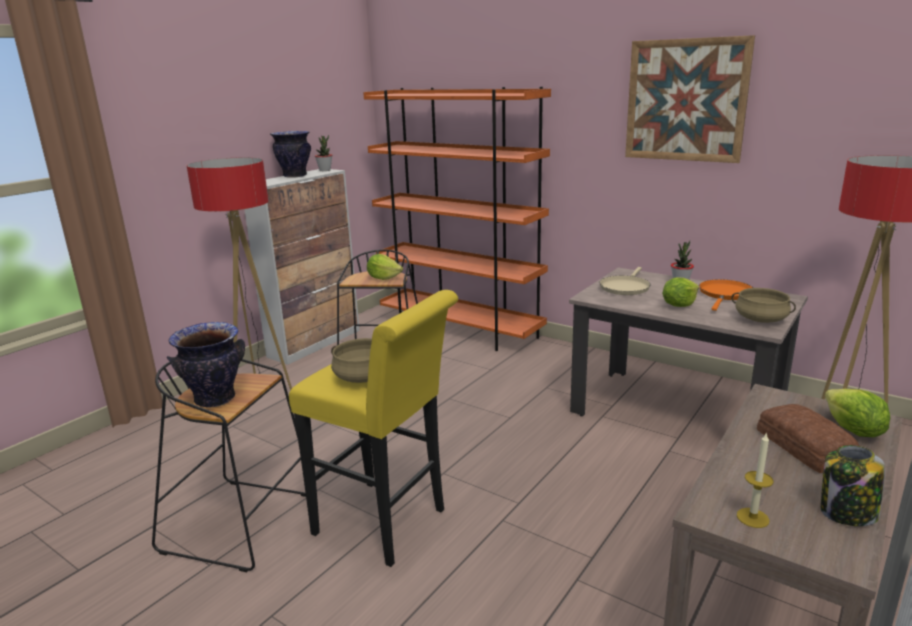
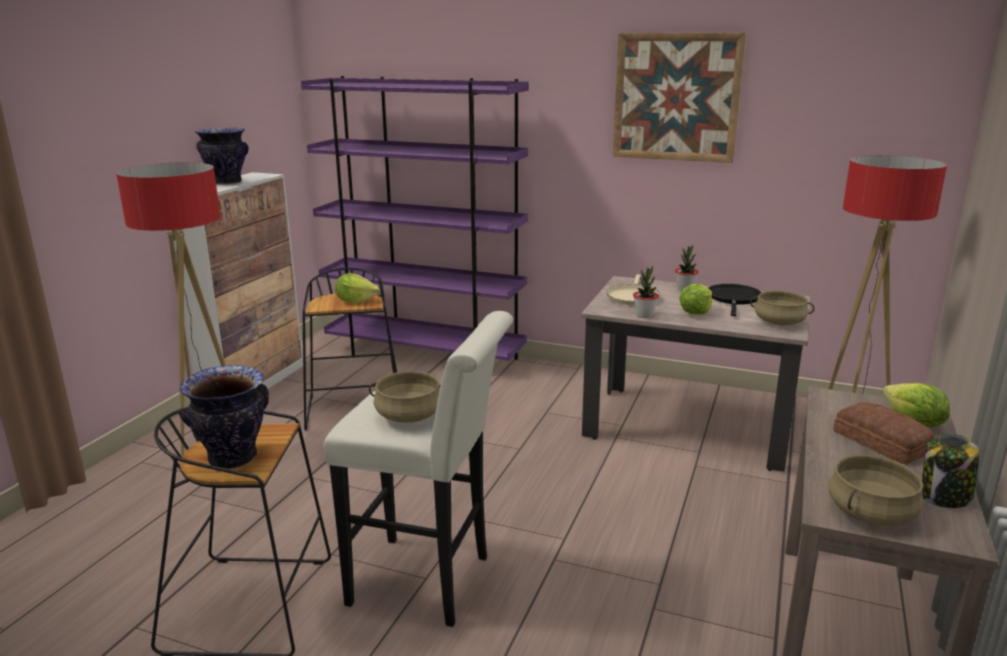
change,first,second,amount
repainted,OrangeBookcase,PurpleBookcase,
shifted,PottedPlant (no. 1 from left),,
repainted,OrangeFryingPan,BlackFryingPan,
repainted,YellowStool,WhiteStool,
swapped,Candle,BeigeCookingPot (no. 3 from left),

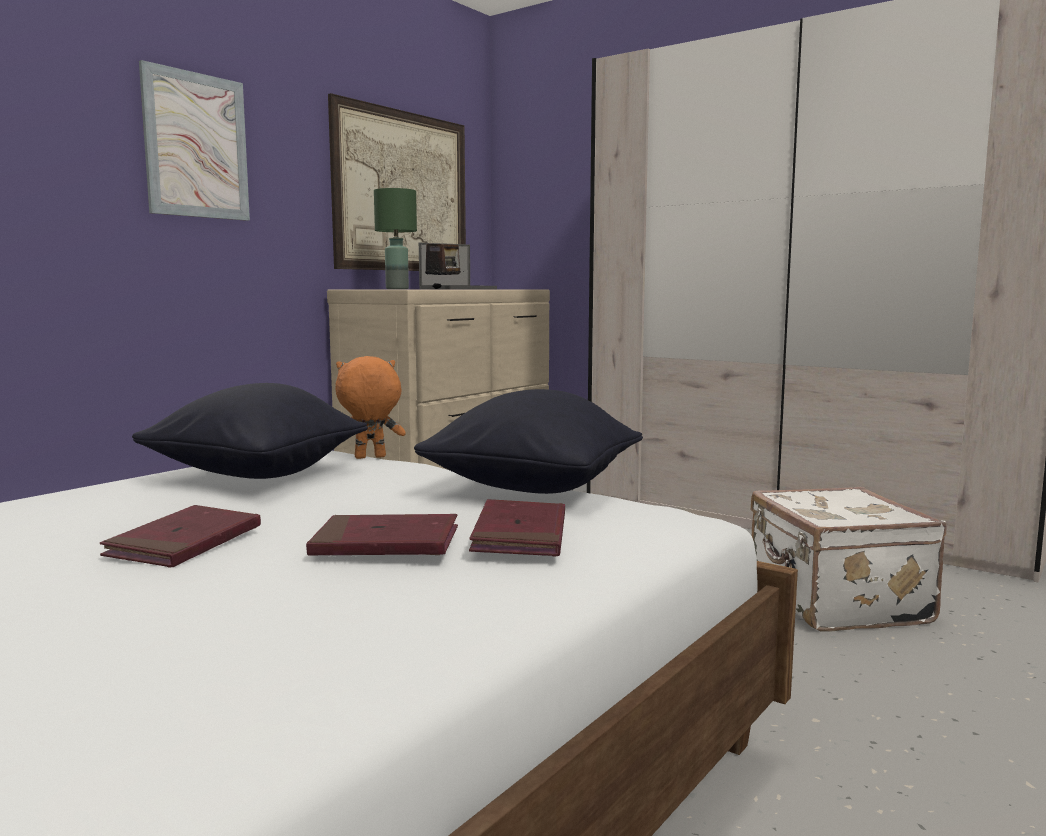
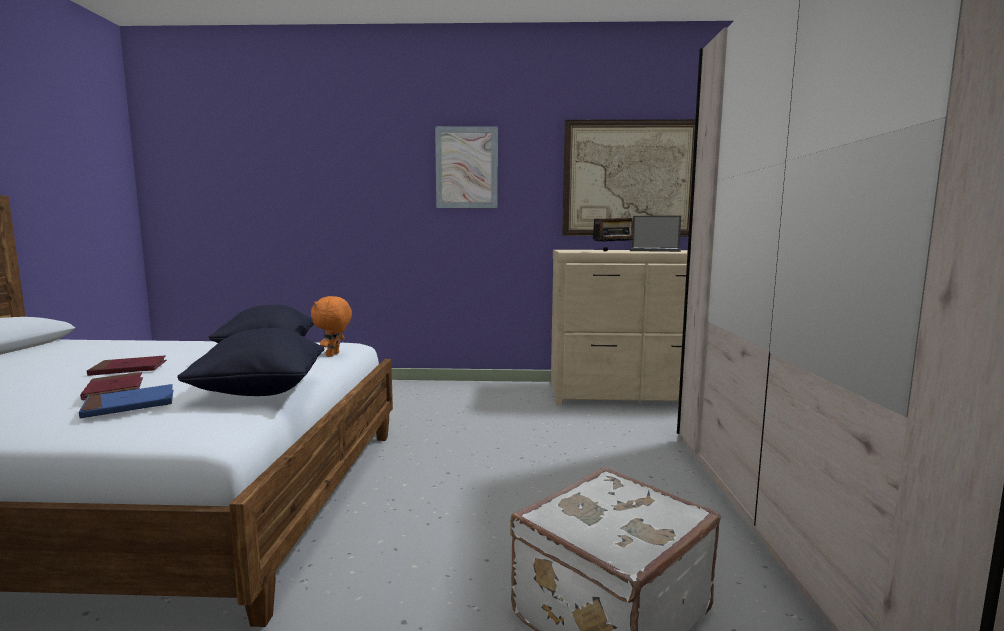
change,first,second,amount
gone,GreenTableLamp,,
rotated,OrangePlushToy,,120 degrees counterclockwise
repainted,RedBook (no. 3 from left),BlueBook,

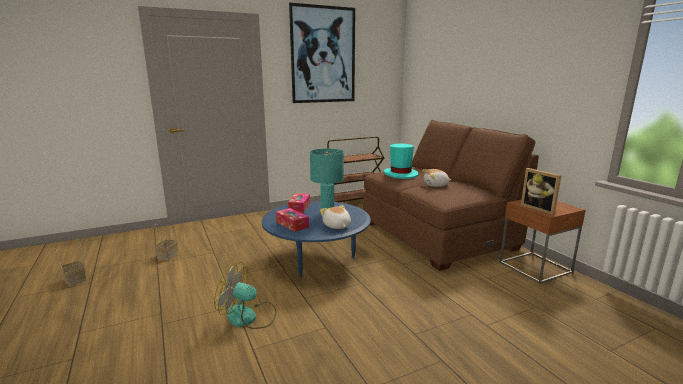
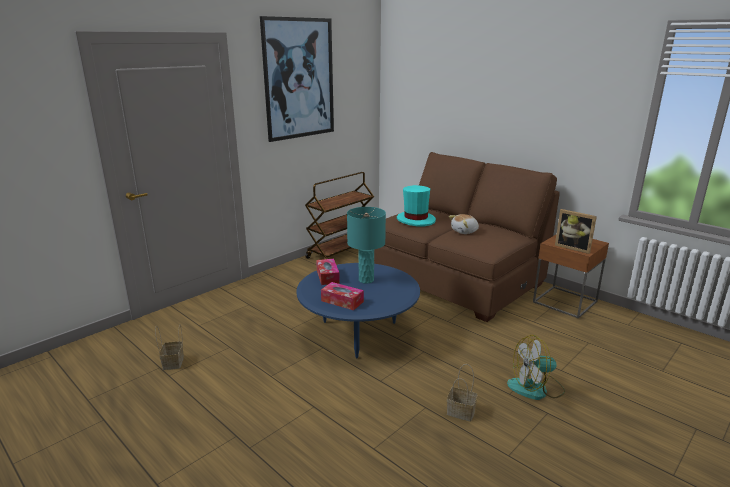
change,first,second,amount
gone,PlushToy (no. 1 from left),,
shifted,Basket (no. 1 from left in the first image),Basket (no. 2 from left),
shifted,Fan,,

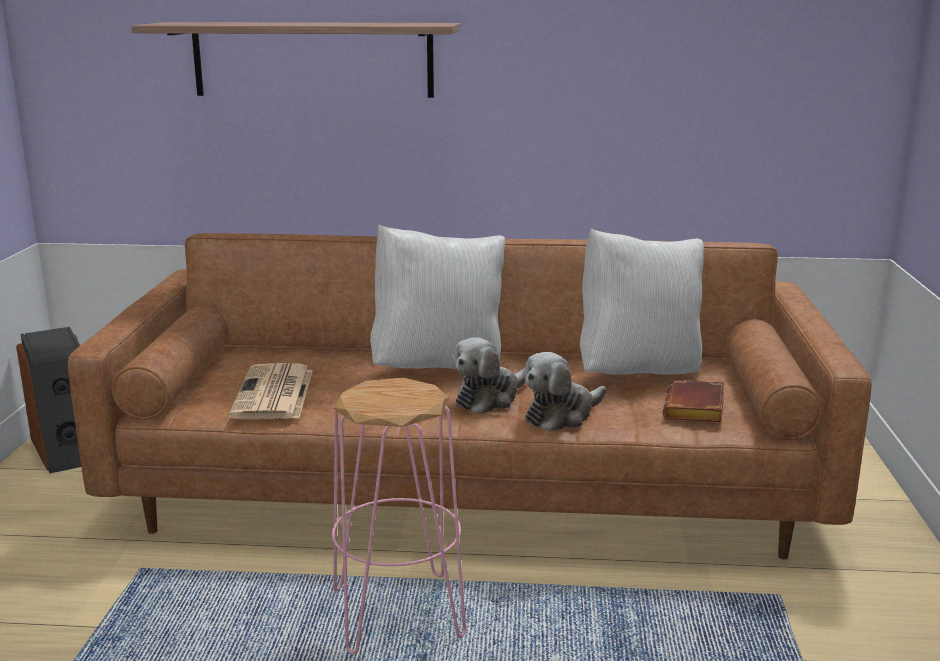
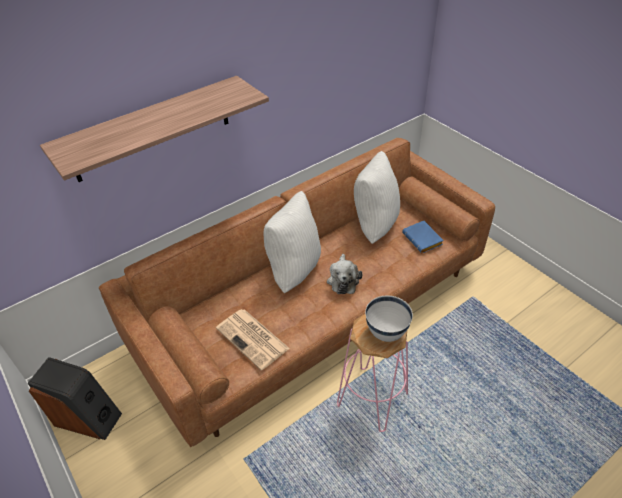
change,first,second,amount
gone,PlushToy (no. 2 from left),,
repainted,BrownBook,BlueBook,
new,,WhiteBowl,

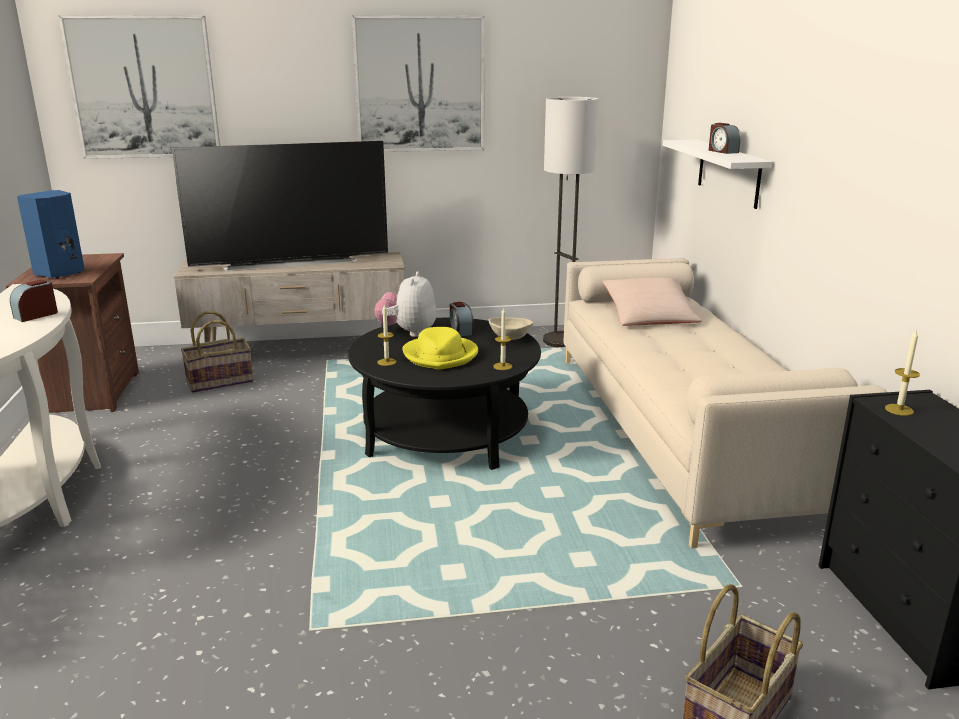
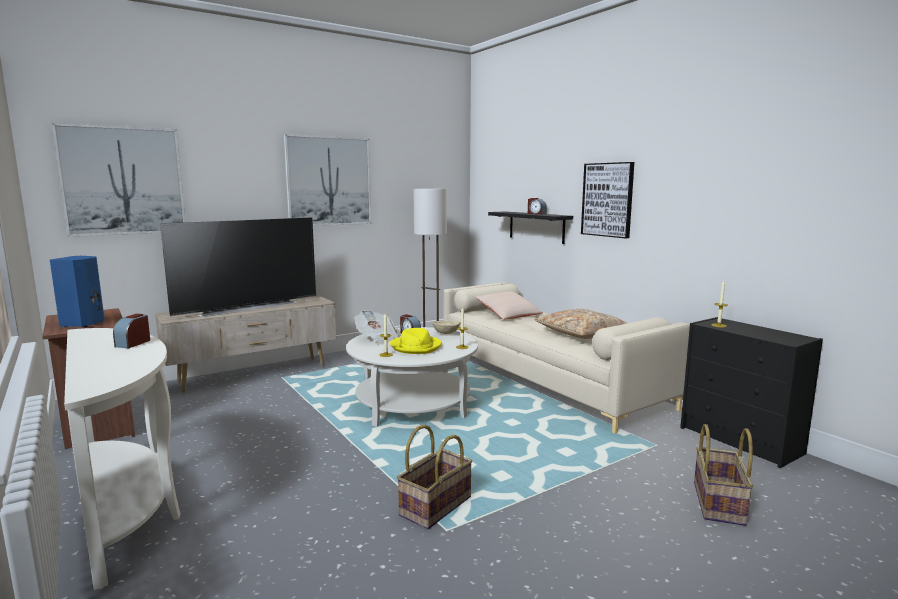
change,first,second,amount
repainted,WhiteShelf,BlackShelf,
swapped,PlushToy,Newspaper,
shifted,Basket (no. 1 from left),,
repainted,BlackCoffeeTable,WhiteCoffeeTable,
new,,Picture (no. 3 from left),
new,,BeigePillow (no. 2 from left),

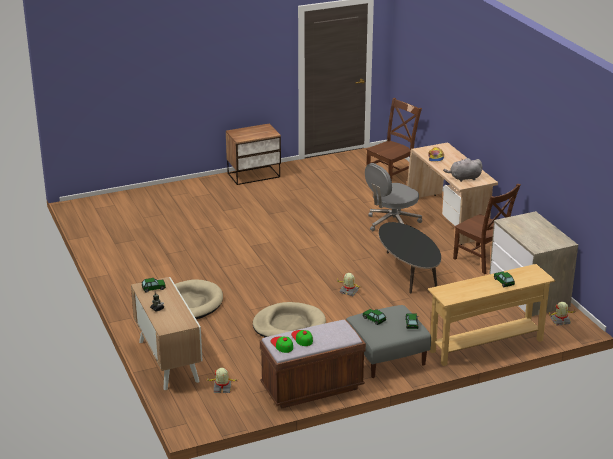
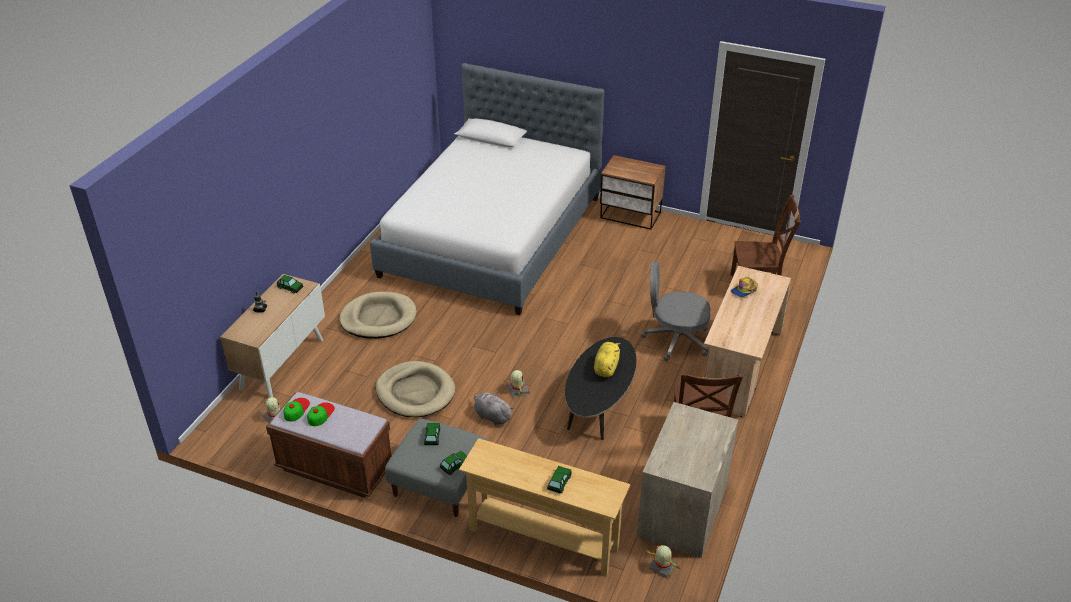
change,first,second,amount
shifted,GreyPlushToy,,
new,,Bed,
new,,YellowPlushToy,

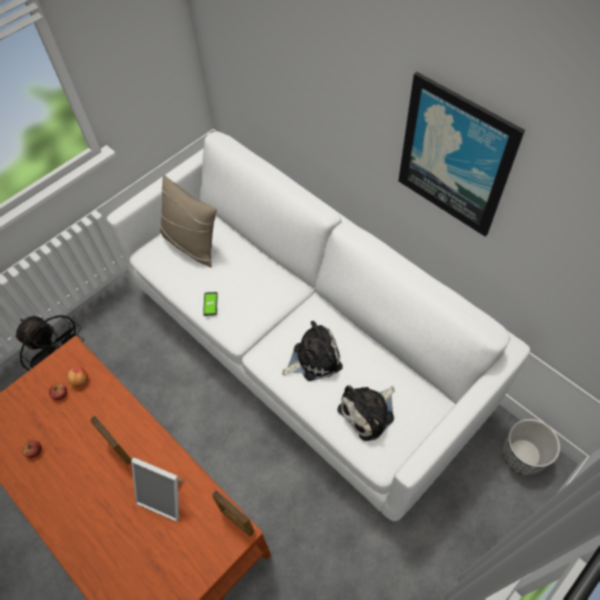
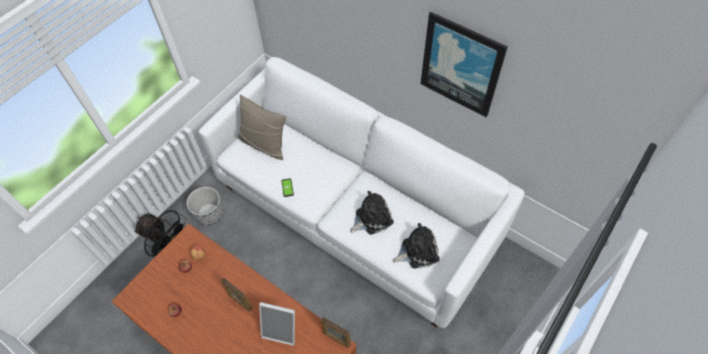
change,first,second,amount
rotated,PlushToy (no. 2 from left),,150 degrees counterclockwise
shifted,Planter,,

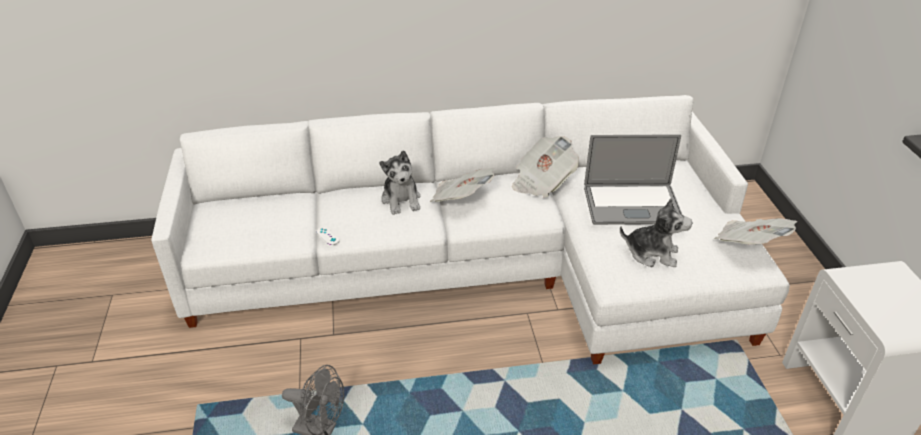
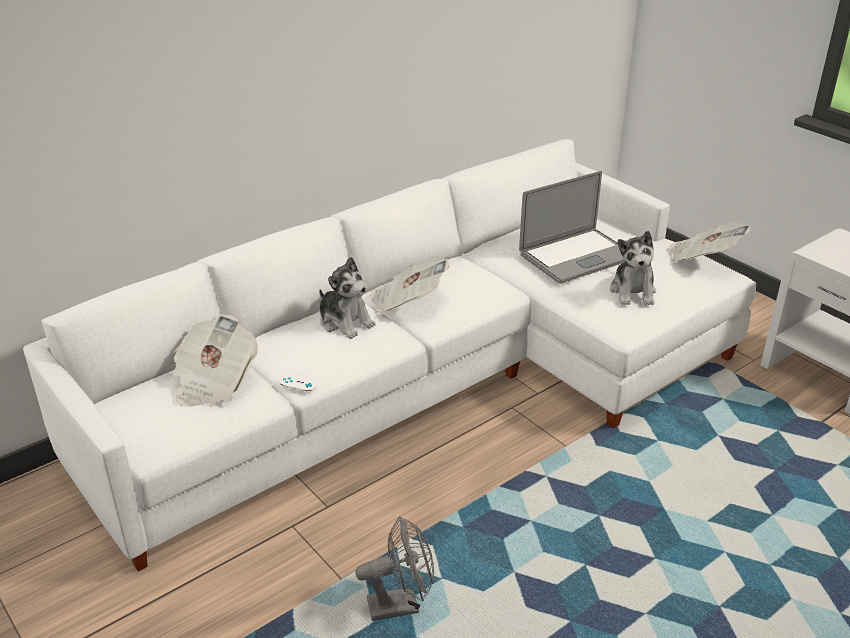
change,first,second,amount
shifted,Newspaper (no. 2 from left in the first image),Newspaper (no. 1 from left),
rotated,PlushToy (no. 2 from left),,105 degrees clockwise

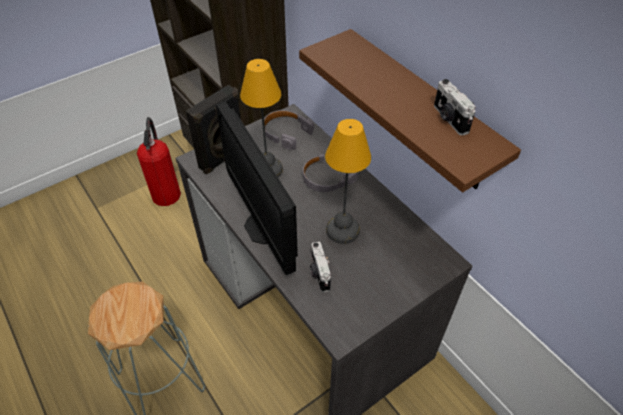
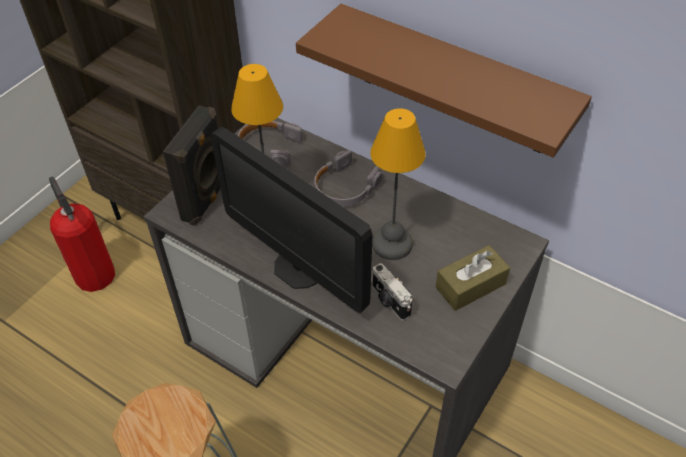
change,first,second,amount
gone,PhotoCamera (no. 2 from left),,
new,,BrownTissueBox,

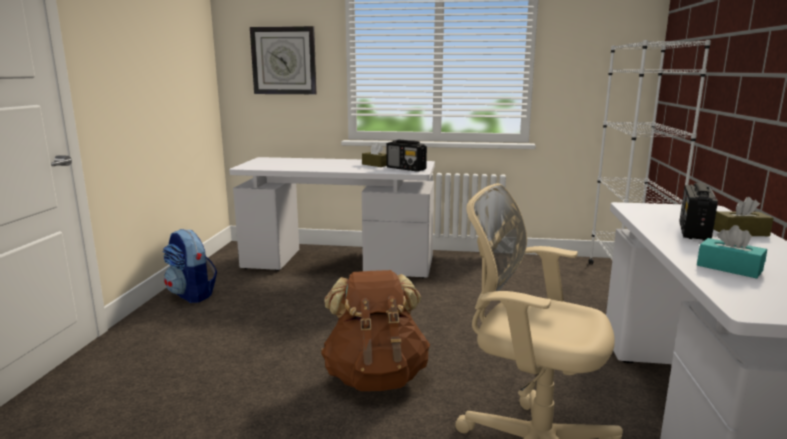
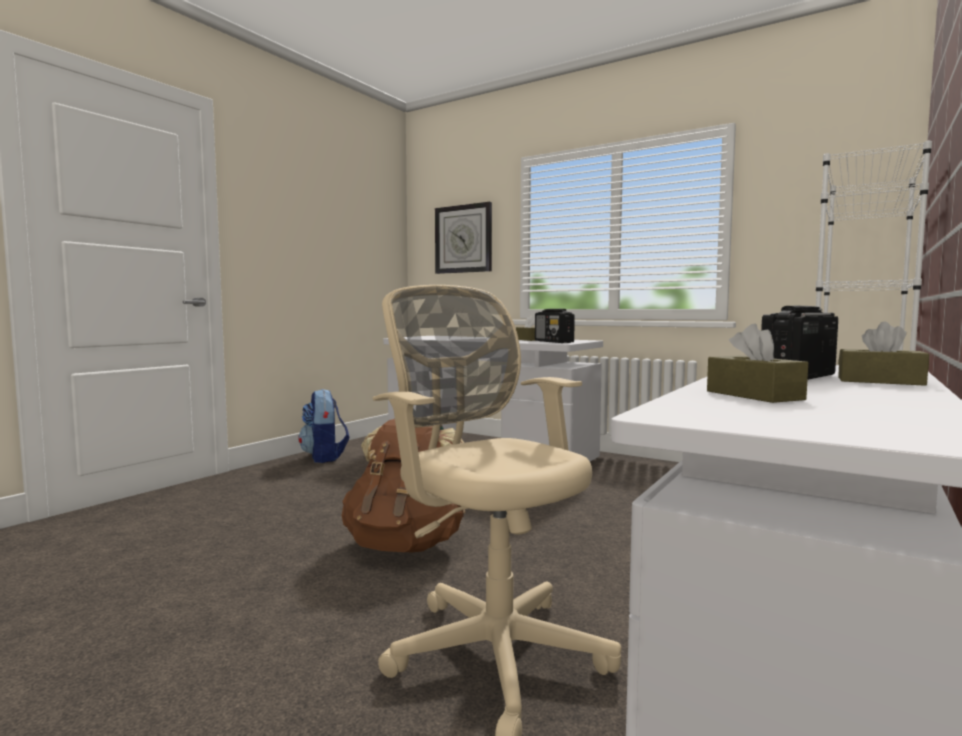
change,first,second,amount
repainted,TurquoiseTissueBox,BrownTissueBox (no. 2 from left),

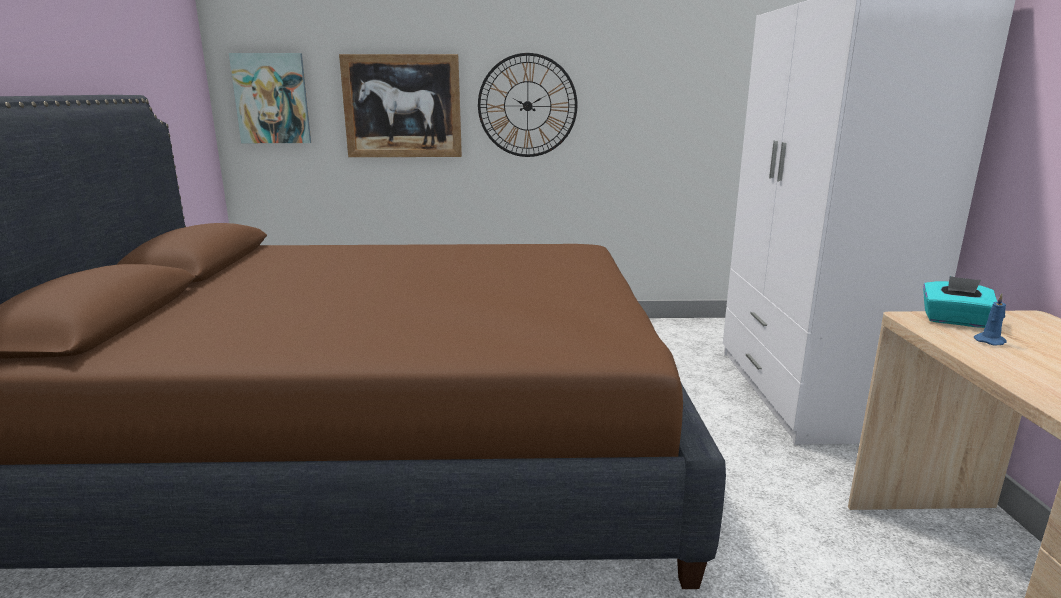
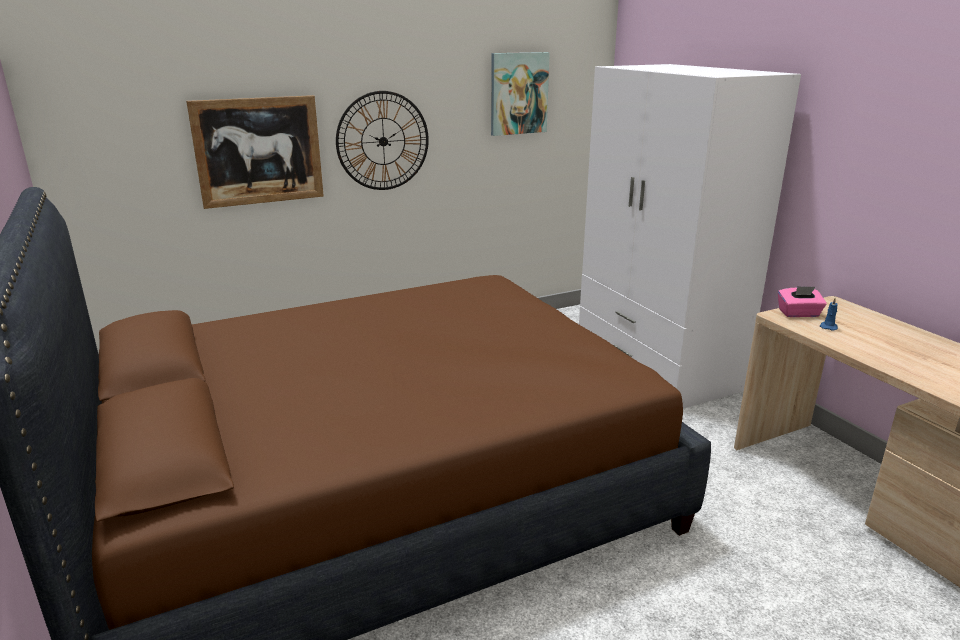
change,first,second,amount
shifted,Picture (no. 1 from left in the first image),Picture (no. 2 from left),
repainted,TurquoiseTissueBox,PinkTissueBox,

